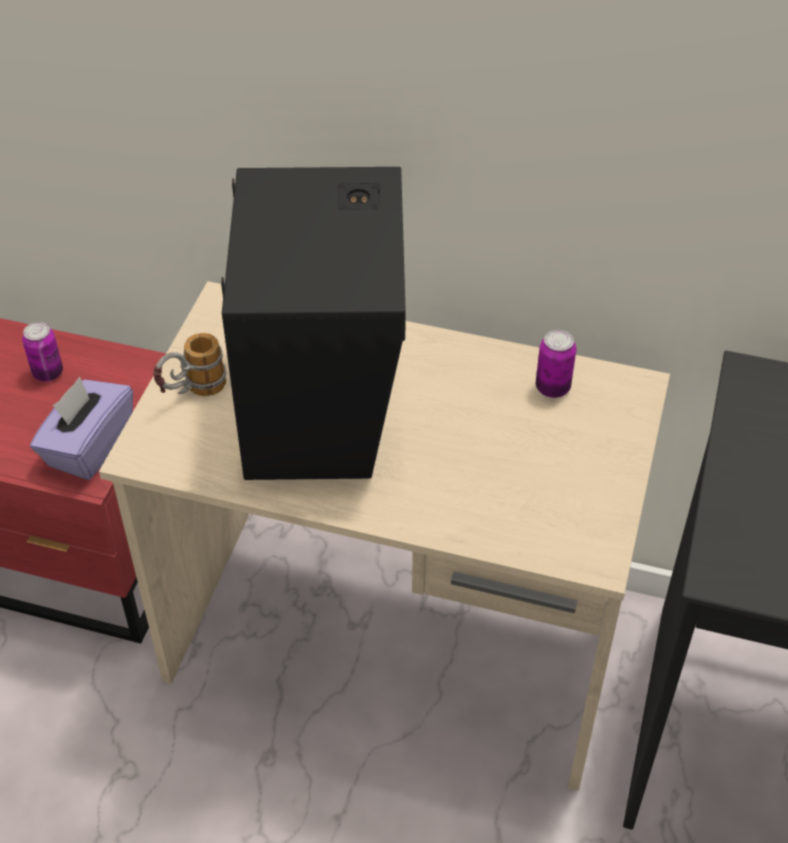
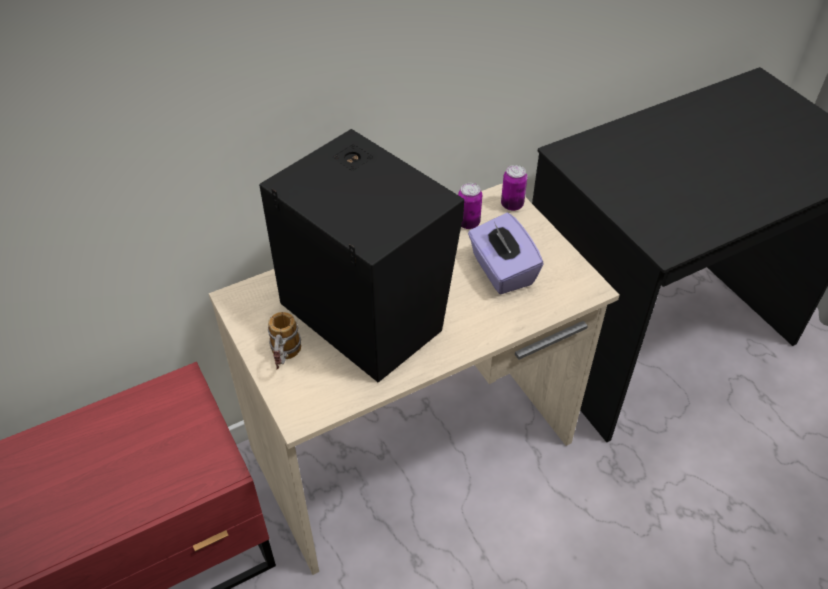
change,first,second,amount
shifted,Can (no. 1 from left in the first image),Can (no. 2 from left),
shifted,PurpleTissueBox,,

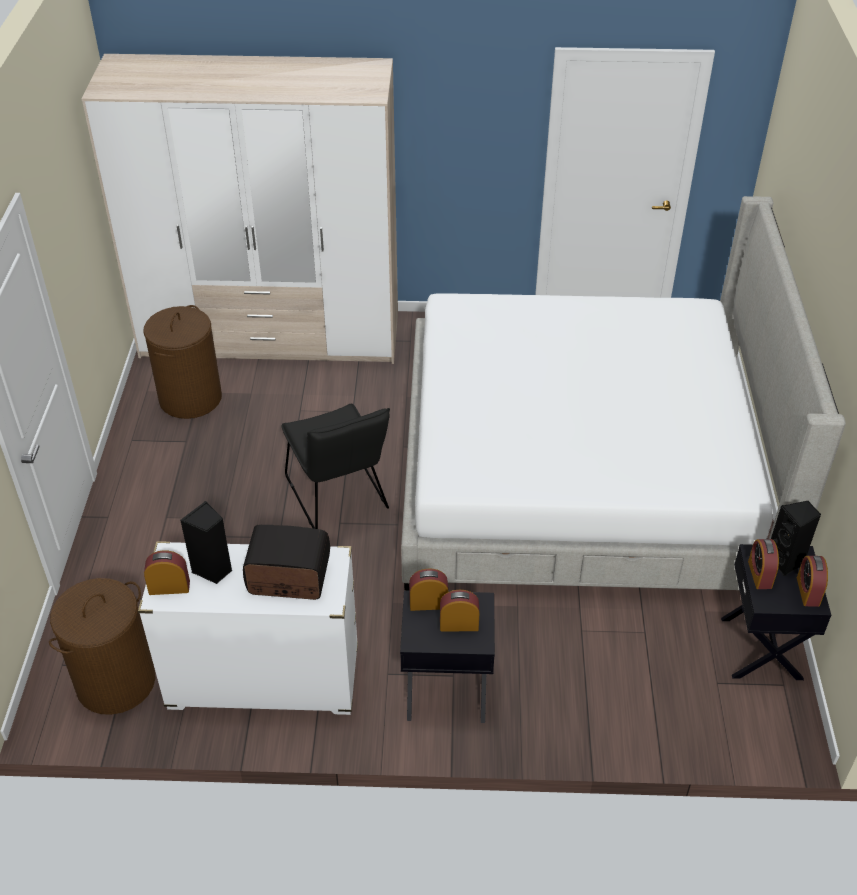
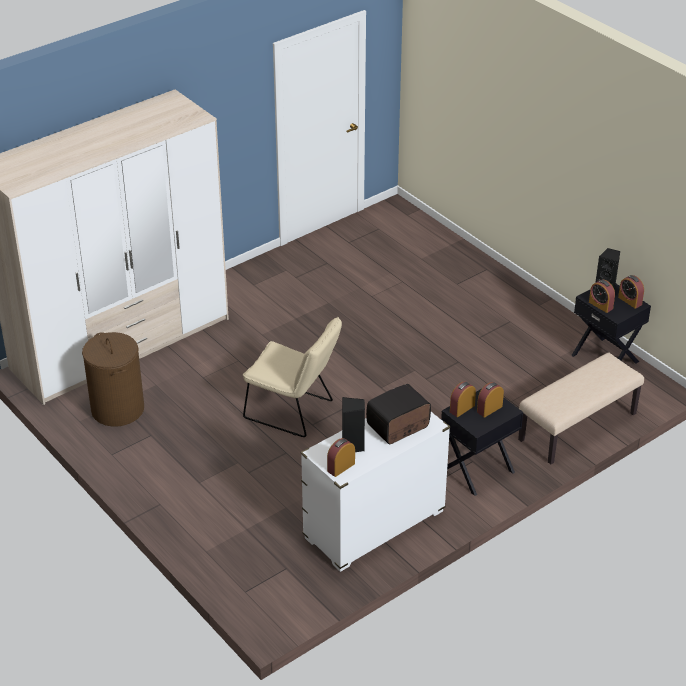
change,first,second,amount
gone,Bed,,
repainted,BlackChair,BeigeChair,
gone,BrownLaundryBasket (no. 1 from left),,
new,,BeigeBench,

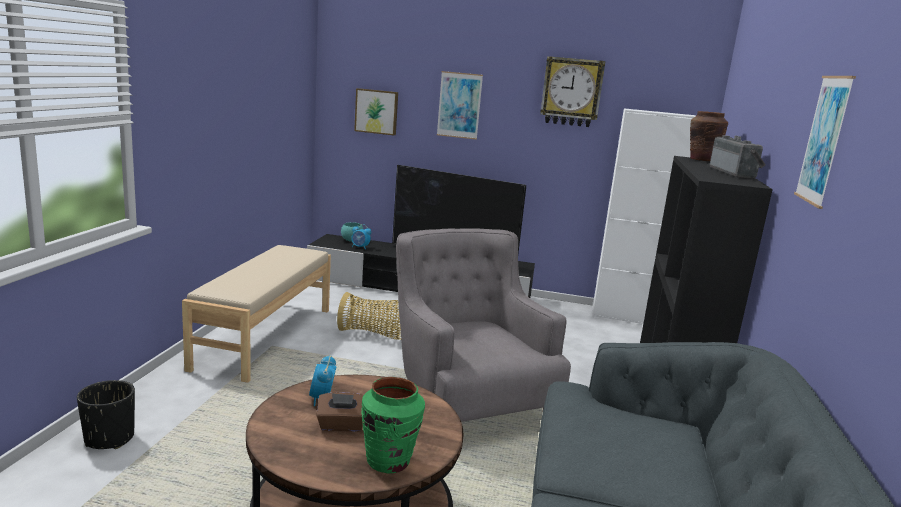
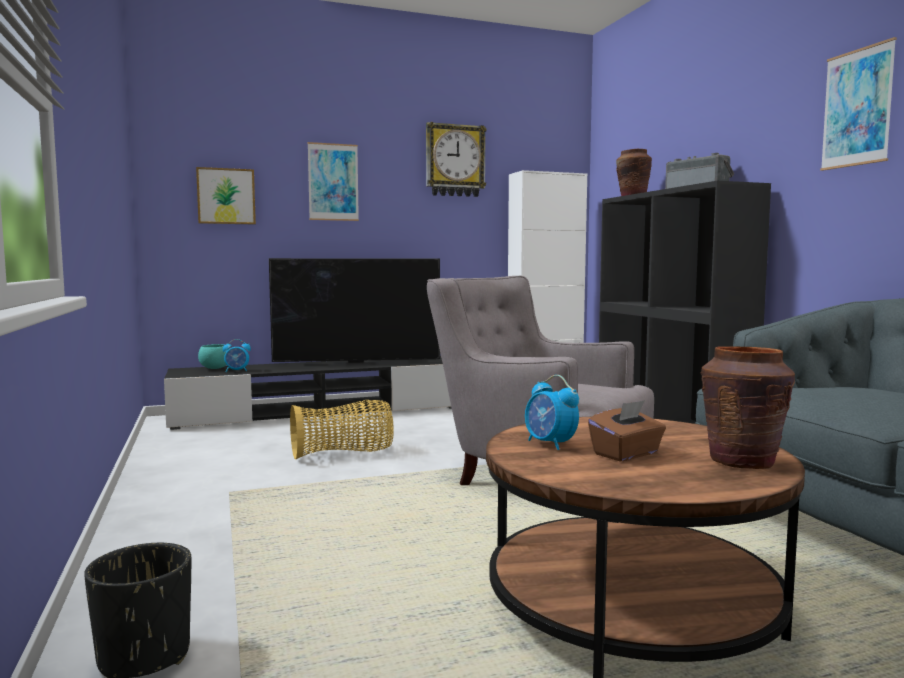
change,first,second,amount
gone,BeigeBench,,
repainted,GreenVase,BrownVase (no. 2 from left),

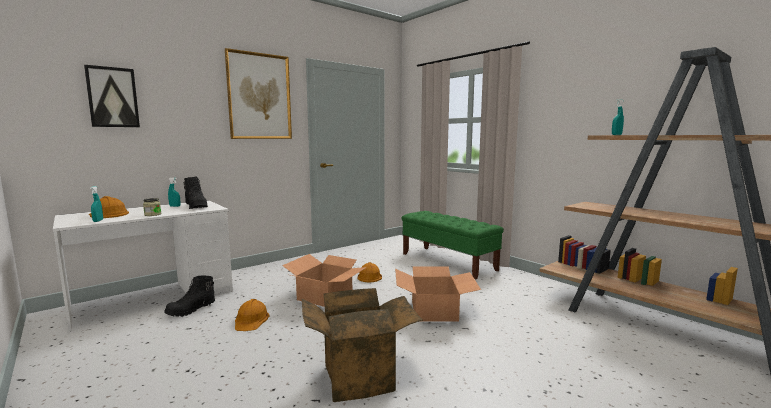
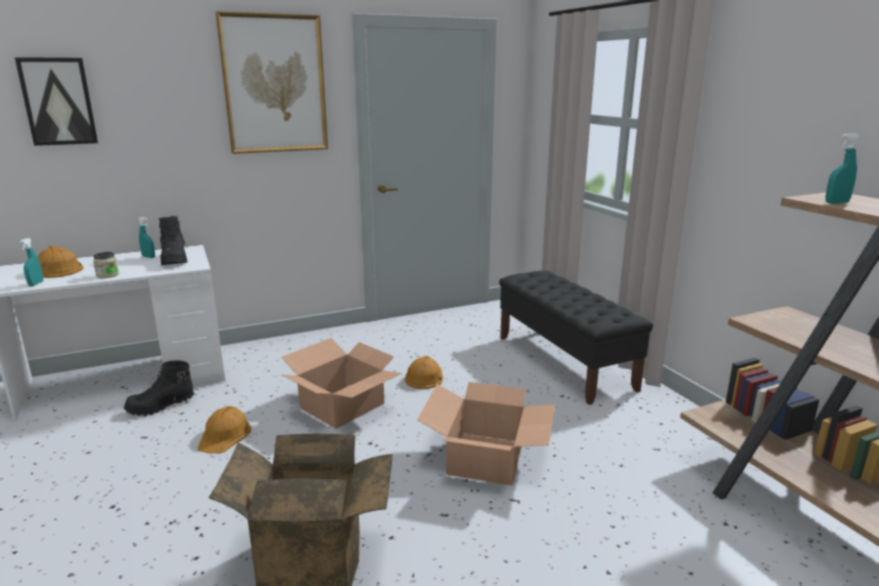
change,first,second,amount
repainted,GreenBench,BlackBench,

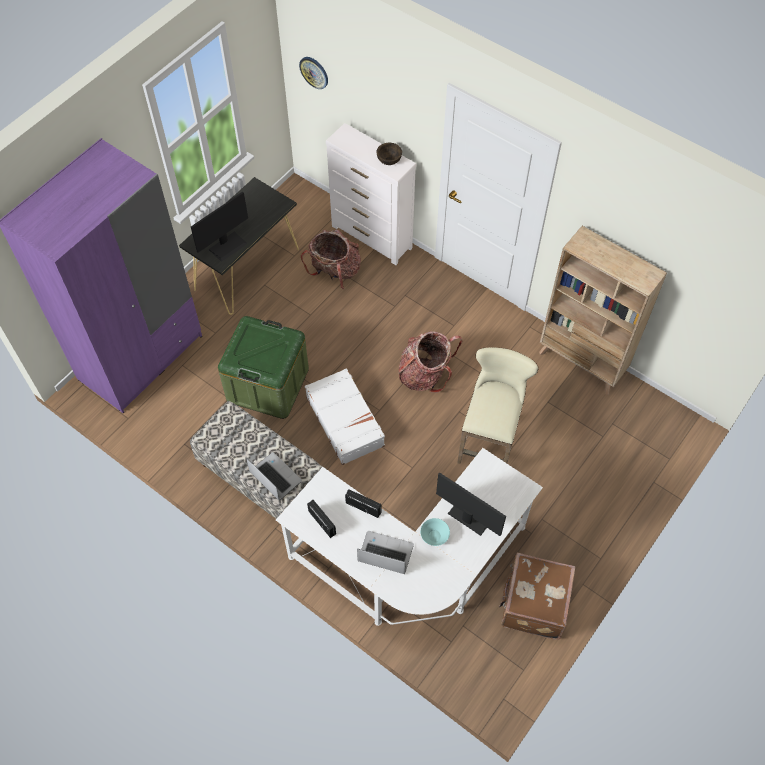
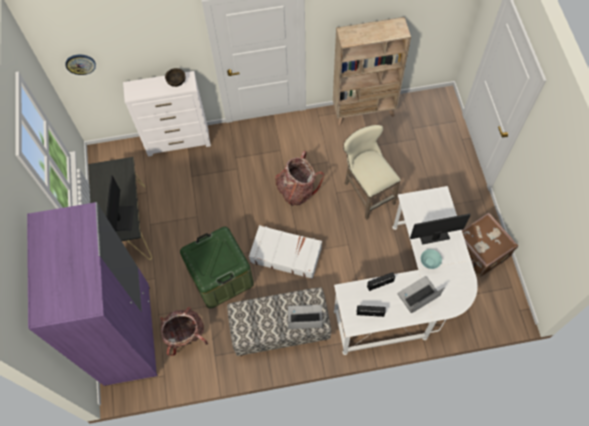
change,first,second,amount
shifted,Backpack (no. 1 from left),,

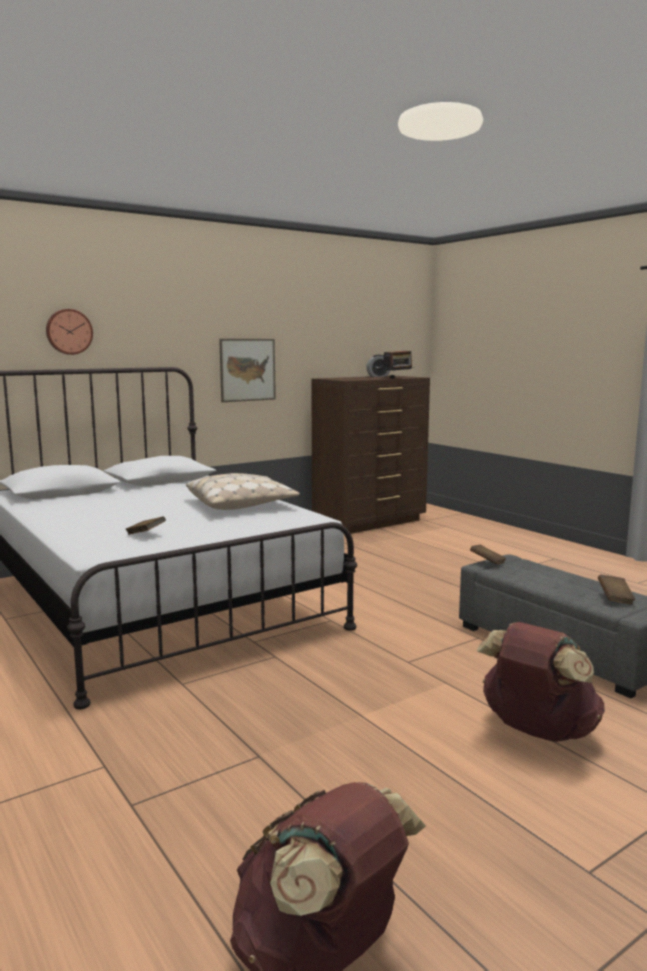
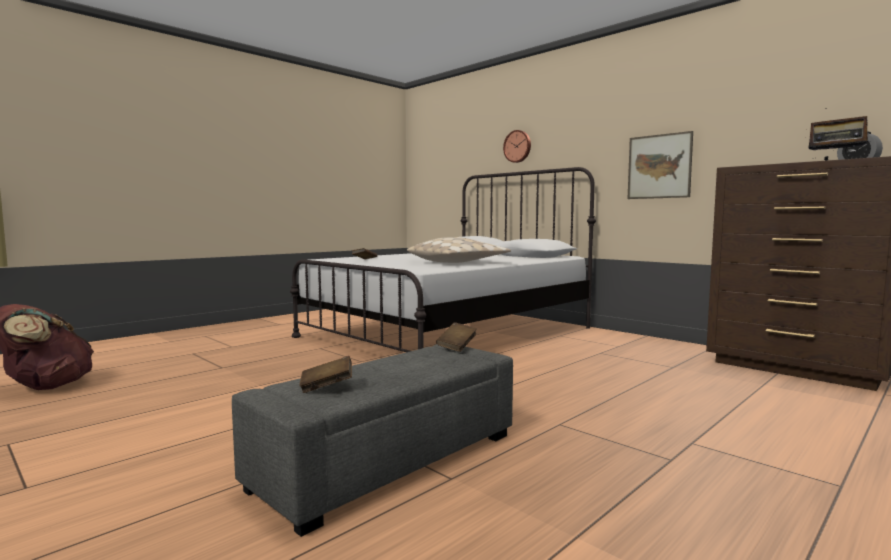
change,first,second,amount
gone,BrownBackpack (no. 2 from left),,

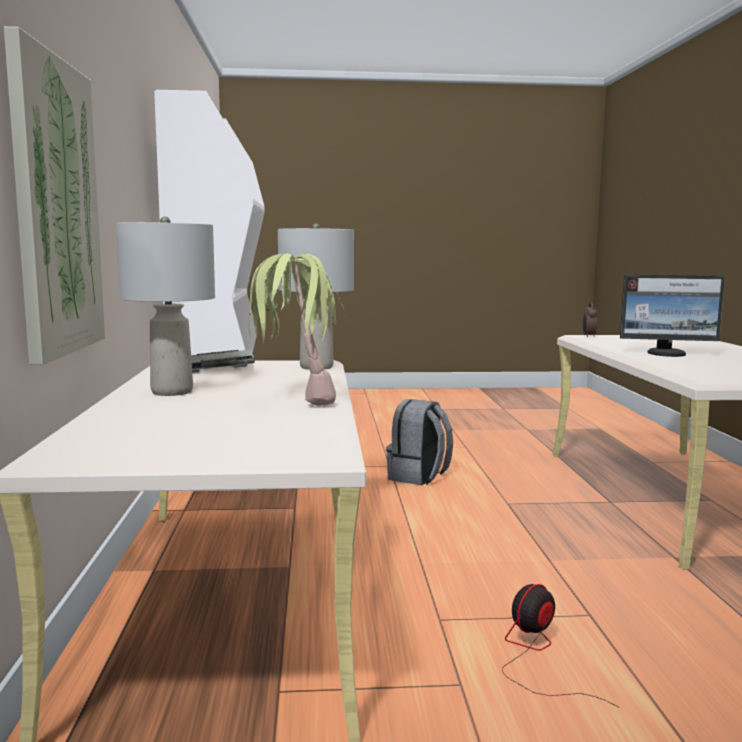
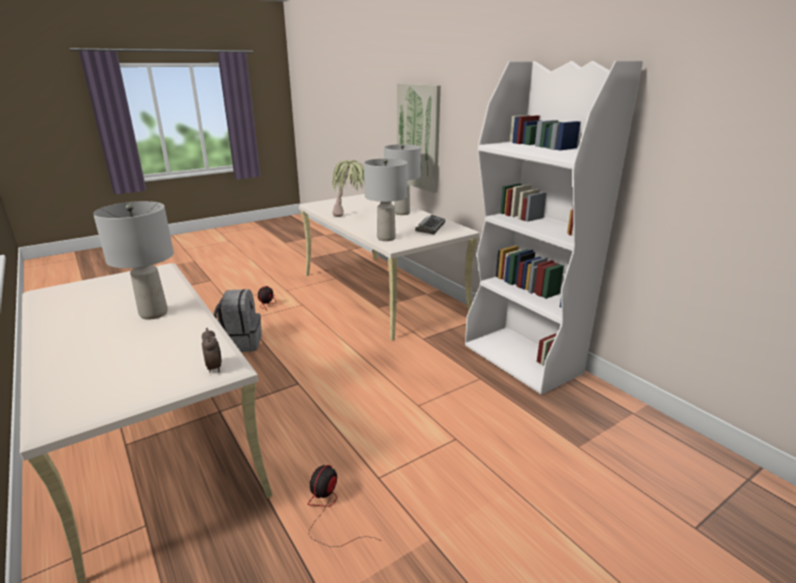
change,first,second,amount
swapped,Monitor,GreyTableLamp (no. 1 from left),
shifted,GreyBackpack,,
new,,Fan (no. 2 from left),

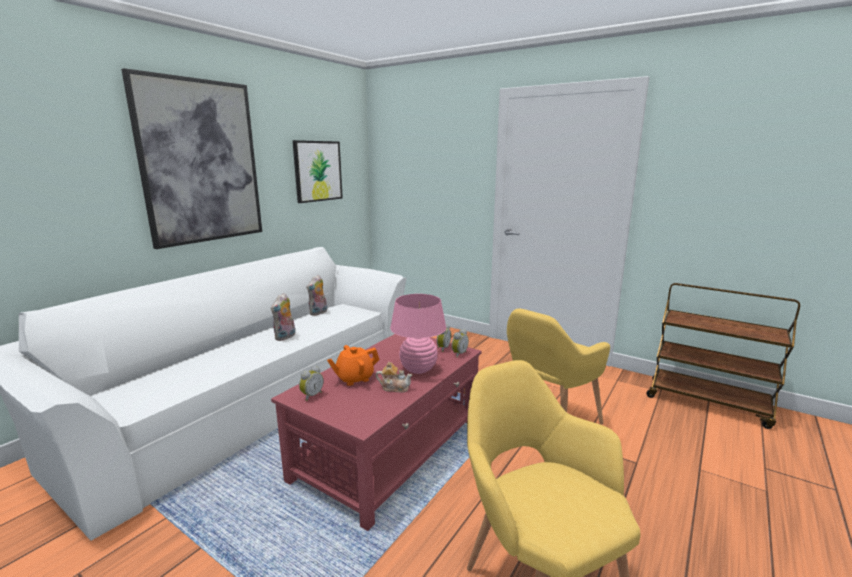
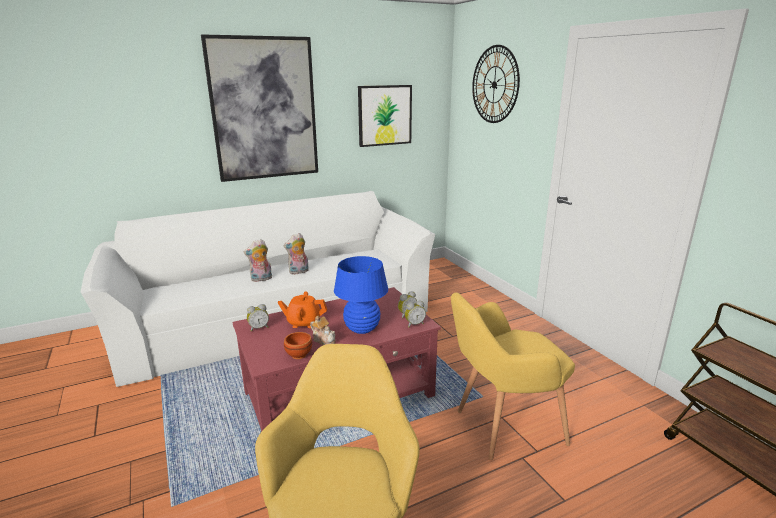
change,first,second,amount
shifted,PlushToy (no. 2 from left in the first image),PlushToy (no. 1 from left),
repainted,PinkTableLamp,BlueTableLamp,
new,,WallClock,
new,,BrownBowl,

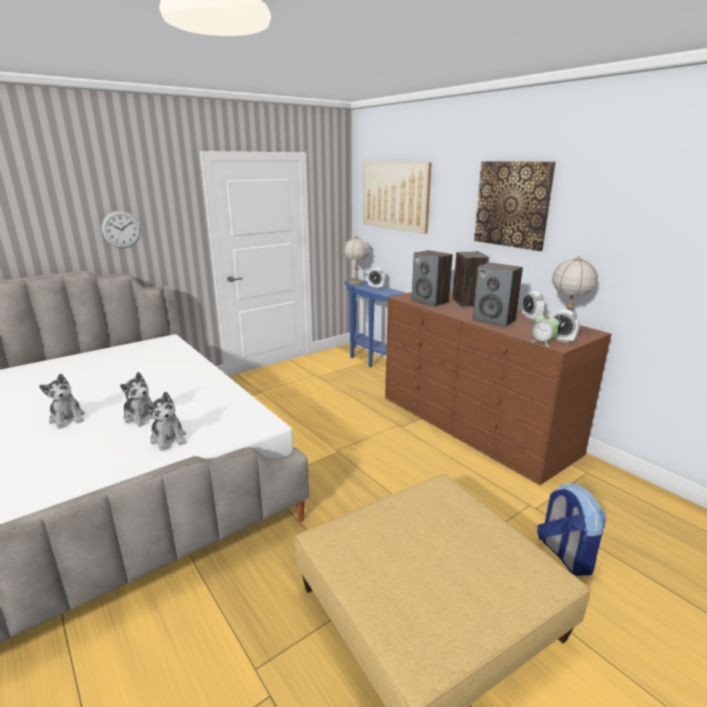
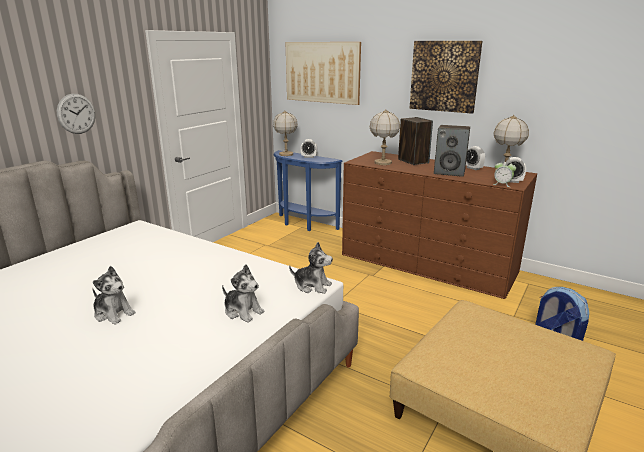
change,first,second,amount
swapped,Speaker (no. 1 from left),TableLamp (no. 2 from left),
shifted,PlushToy (no. 2 from left in the first image),PlushToy (no. 3 from left),

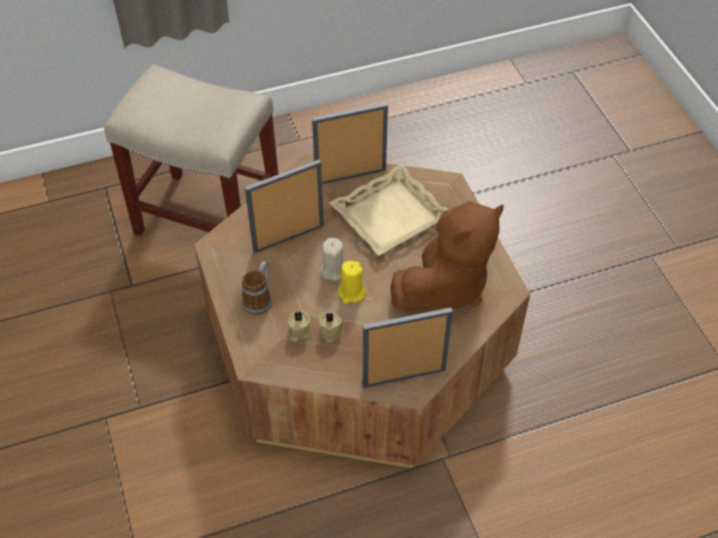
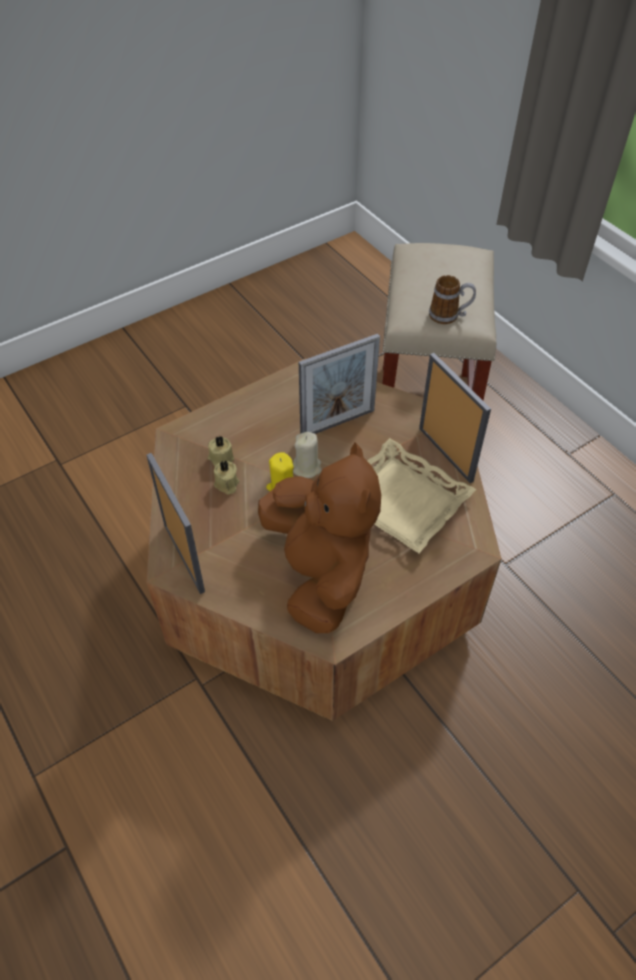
change,first,second,amount
rotated,PictureFrame (no. 1 from left in the first image),PictureFrame (no. 2 from left),105 degrees clockwise
rotated,BrownPlushToy,,135 degrees counterclockwise
shifted,Mug,,

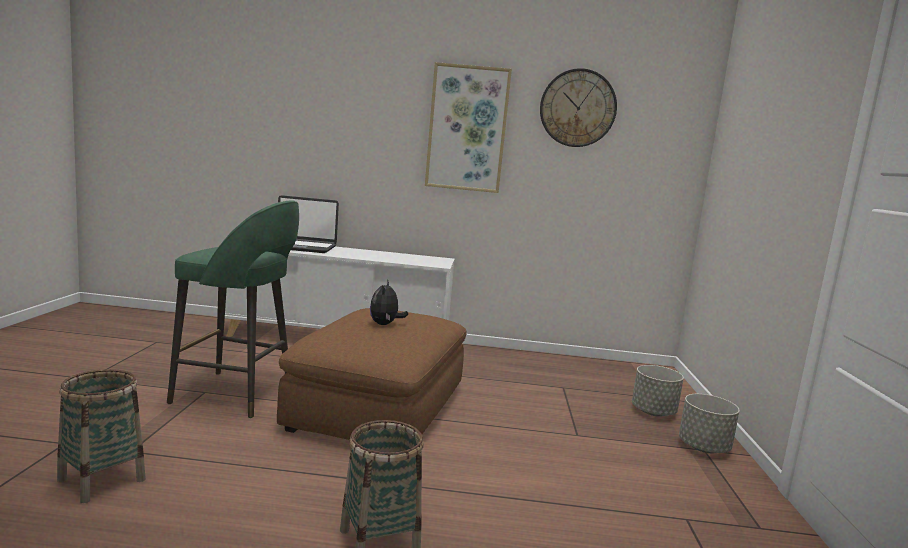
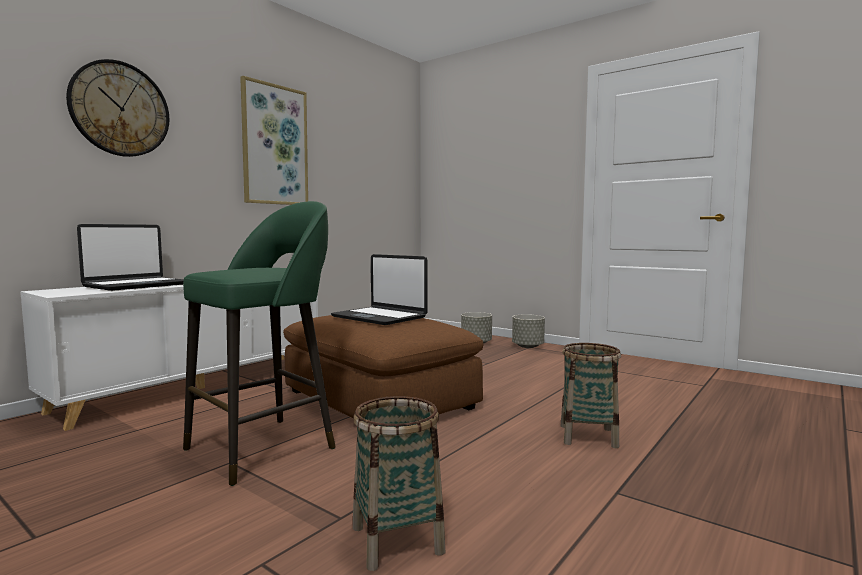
change,first,second,amount
shifted,WallClock,,
swapped,PlushToy,Laptop (no. 2 from left),

